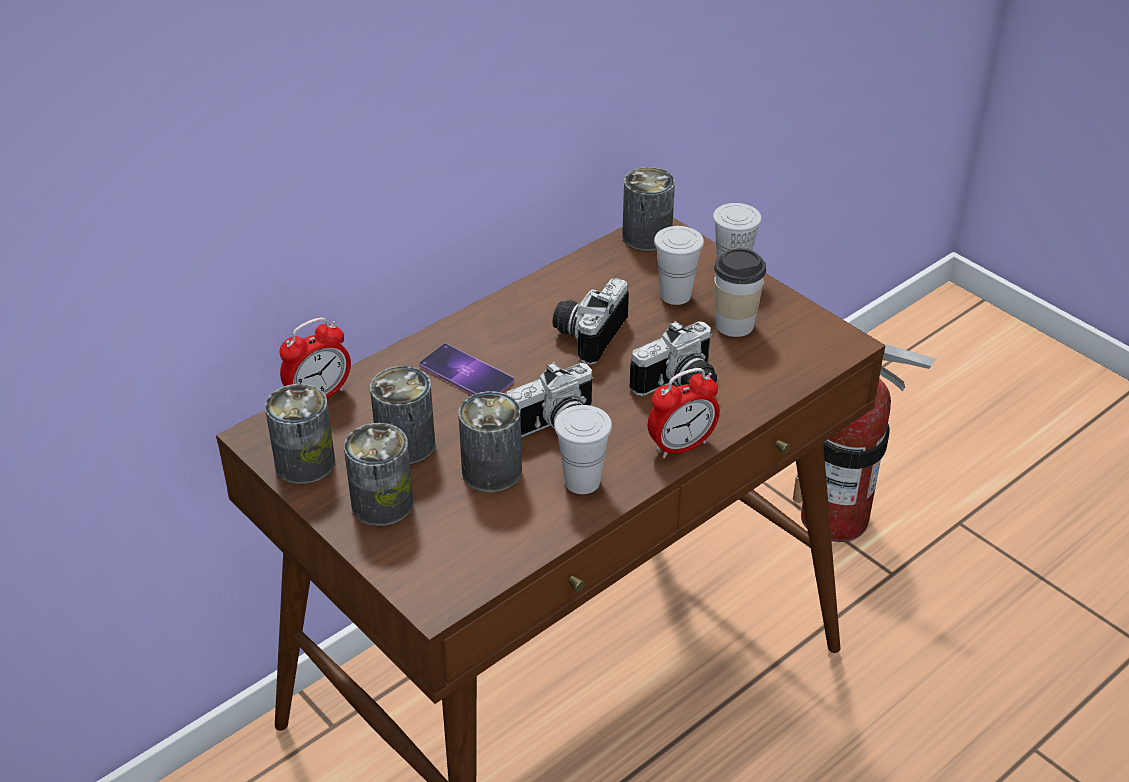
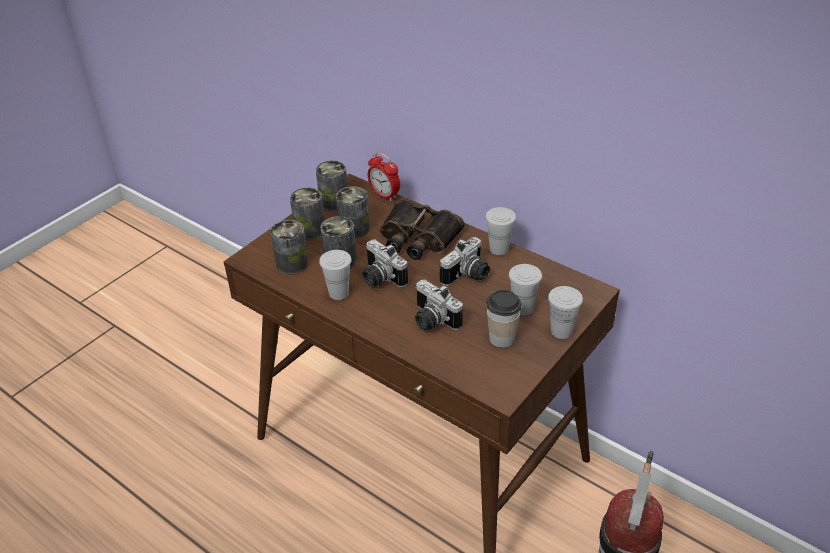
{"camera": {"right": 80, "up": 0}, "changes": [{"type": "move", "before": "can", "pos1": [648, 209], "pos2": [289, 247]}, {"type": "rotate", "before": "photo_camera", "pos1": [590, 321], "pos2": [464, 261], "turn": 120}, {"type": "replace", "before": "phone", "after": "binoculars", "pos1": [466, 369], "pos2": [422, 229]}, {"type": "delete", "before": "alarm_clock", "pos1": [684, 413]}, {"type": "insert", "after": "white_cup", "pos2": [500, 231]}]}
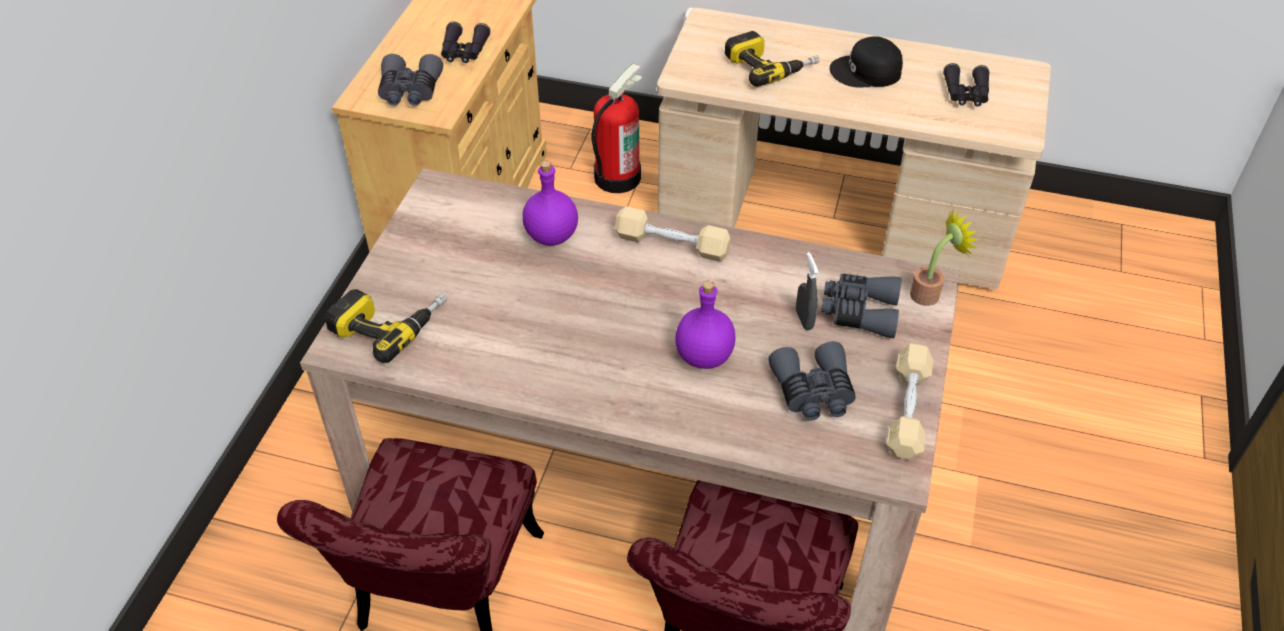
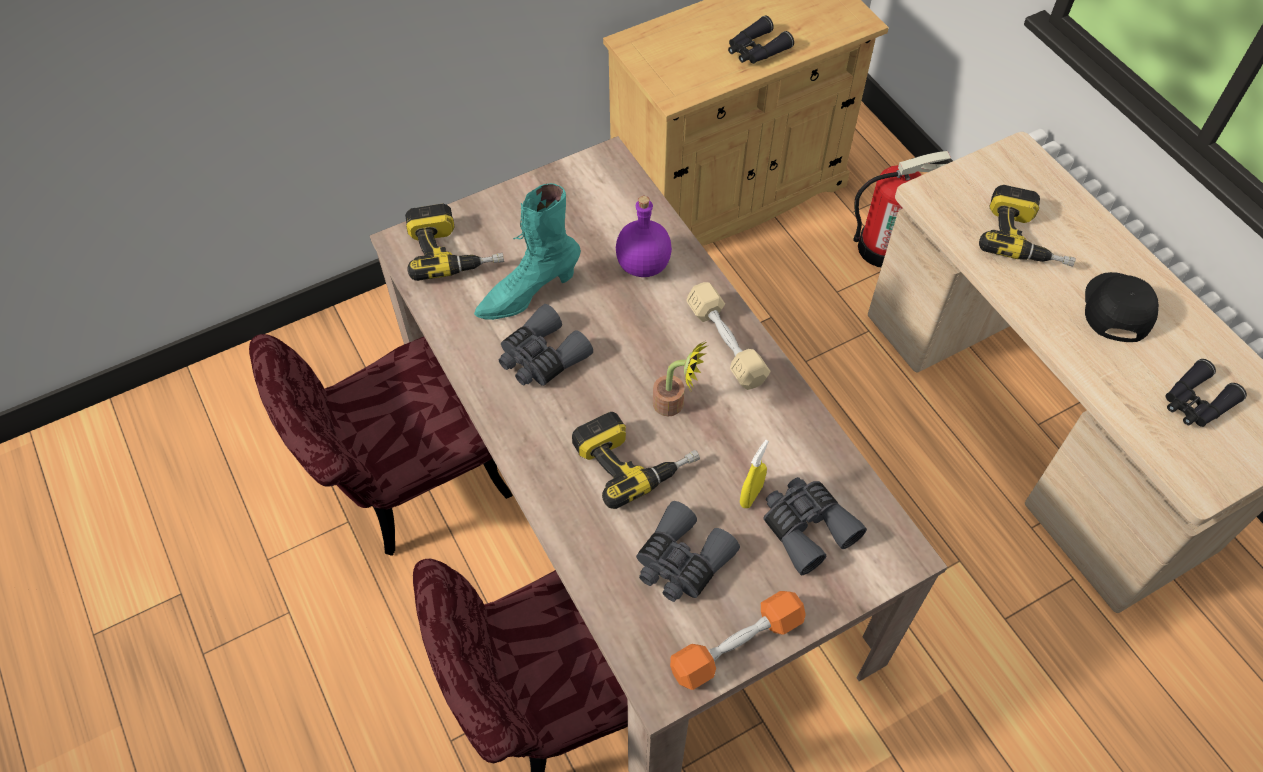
{"camera": {"right": 45, "up": 10}, "changes": [{"type": "rotate", "before": "black_cap", "pos1": [866, 62], "pos2": [1122, 307], "turn": 60}, {"type": "move", "before": "grey_binoculars", "pos1": [410, 80], "pos2": [546, 345]}, {"type": "move", "before": "potted_plant", "pos1": [944, 257], "pos2": [681, 379]}, {"type": "recolor", "before": "grey_spray_bottle", "after": "yellow_spray_bottle", "pos1": [807, 291], "pos2": [754, 474]}, {"type": "replace", "before": "purple_bottle", "after": "power_drill", "pos1": [705, 325], "pos2": [636, 460]}, {"type": "recolor", "before": "beige_dumbbell", "after": "orange_dumbbell", "pos1": [909, 401], "pos2": [738, 640]}, {"type": "insert", "after": "turquoise_boot", "pos2": [527, 251]}]}
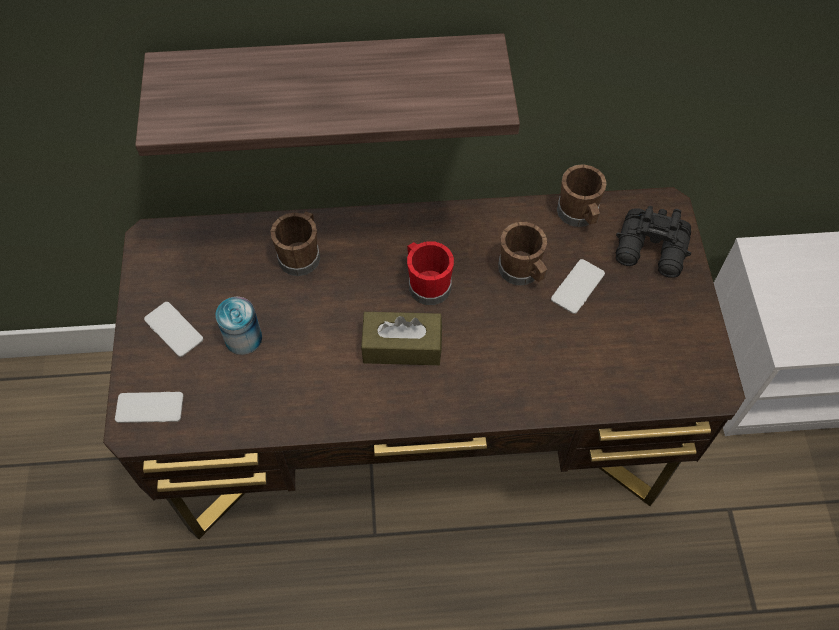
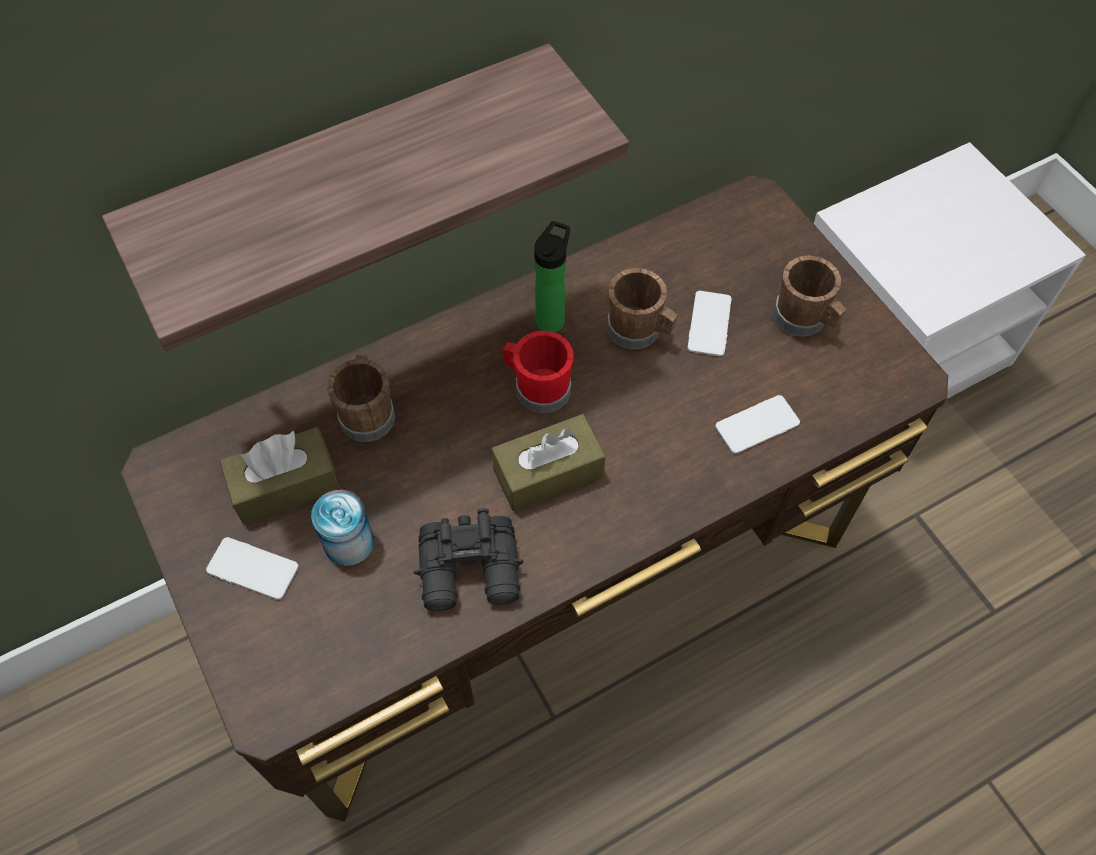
{"camera": {"right": -25, "up": 0}, "changes": [{"type": "move", "before": "brown_mug", "pos1": [582, 195], "pos2": [809, 296]}, {"type": "move", "before": "black_binoculars", "pos1": [653, 242], "pos2": [469, 559]}, {"type": "move", "before": "phone", "pos1": [149, 407], "pos2": [757, 424]}, {"type": "insert", "after": "bottle", "pos2": [552, 277]}, {"type": "insert", "after": "brown_tissue_box", "pos2": [279, 475]}]}
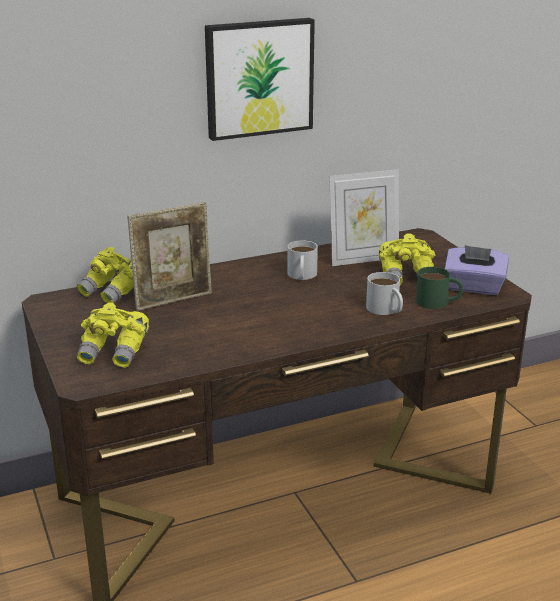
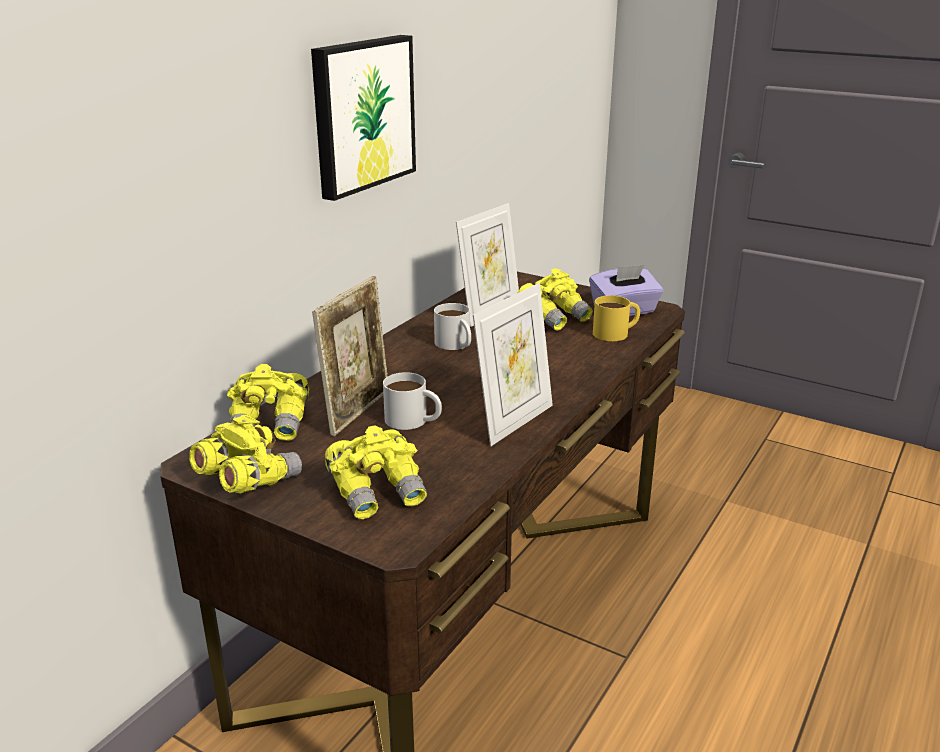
{"camera": {"right": -35, "up": 0}, "changes": [{"type": "recolor", "before": "green_mug", "after": "yellow_mug", "pos1": [439, 288], "pos2": [616, 318]}, {"type": "move", "before": "white_mug", "pos1": [384, 293], "pos2": [412, 401]}, {"type": "insert", "after": "picture_frame", "pos2": [513, 364]}, {"type": "insert", "after": "yellow_binoculars", "pos2": [245, 453]}]}
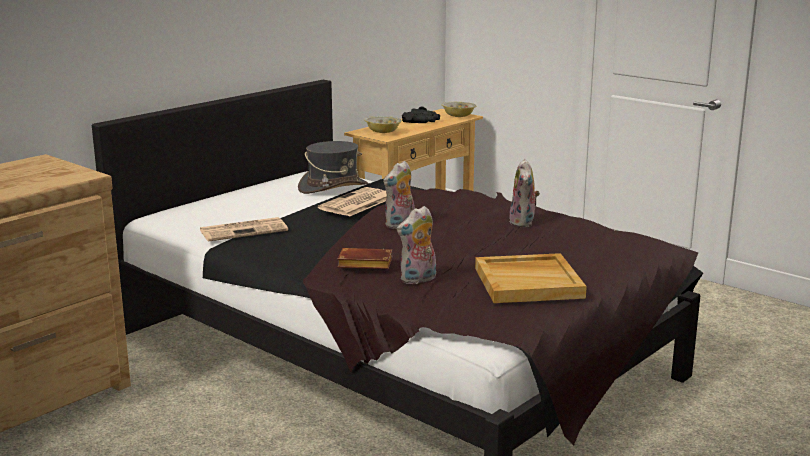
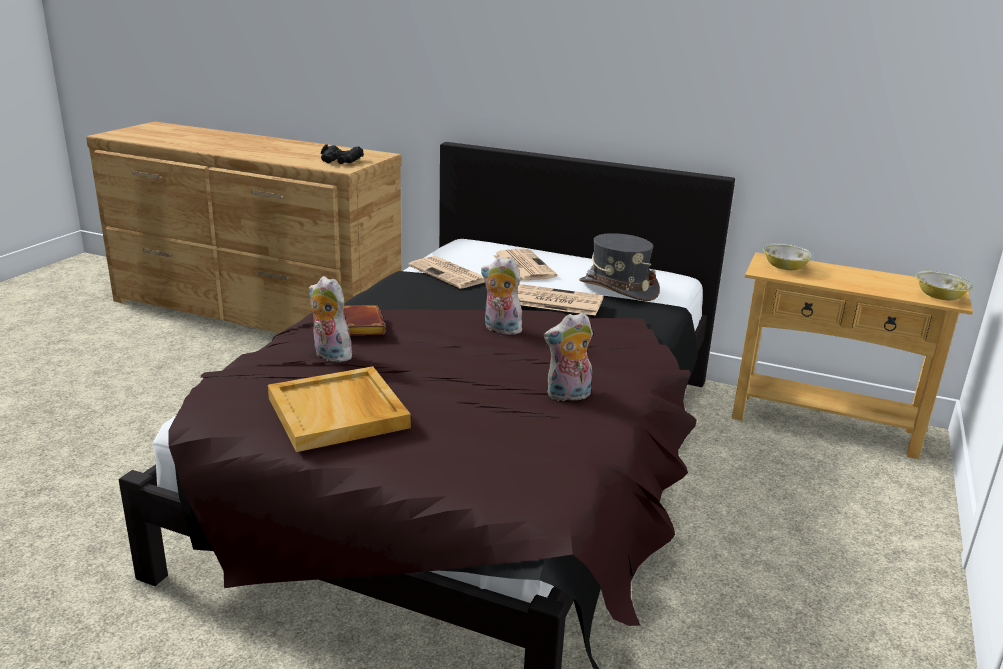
{"camera": {"right": 70, "up": 5}, "changes": [{"type": "move", "before": "black_binoculars", "pos1": [421, 114], "pos2": [342, 154]}, {"type": "insert", "after": "newspaper", "pos2": [525, 264]}]}
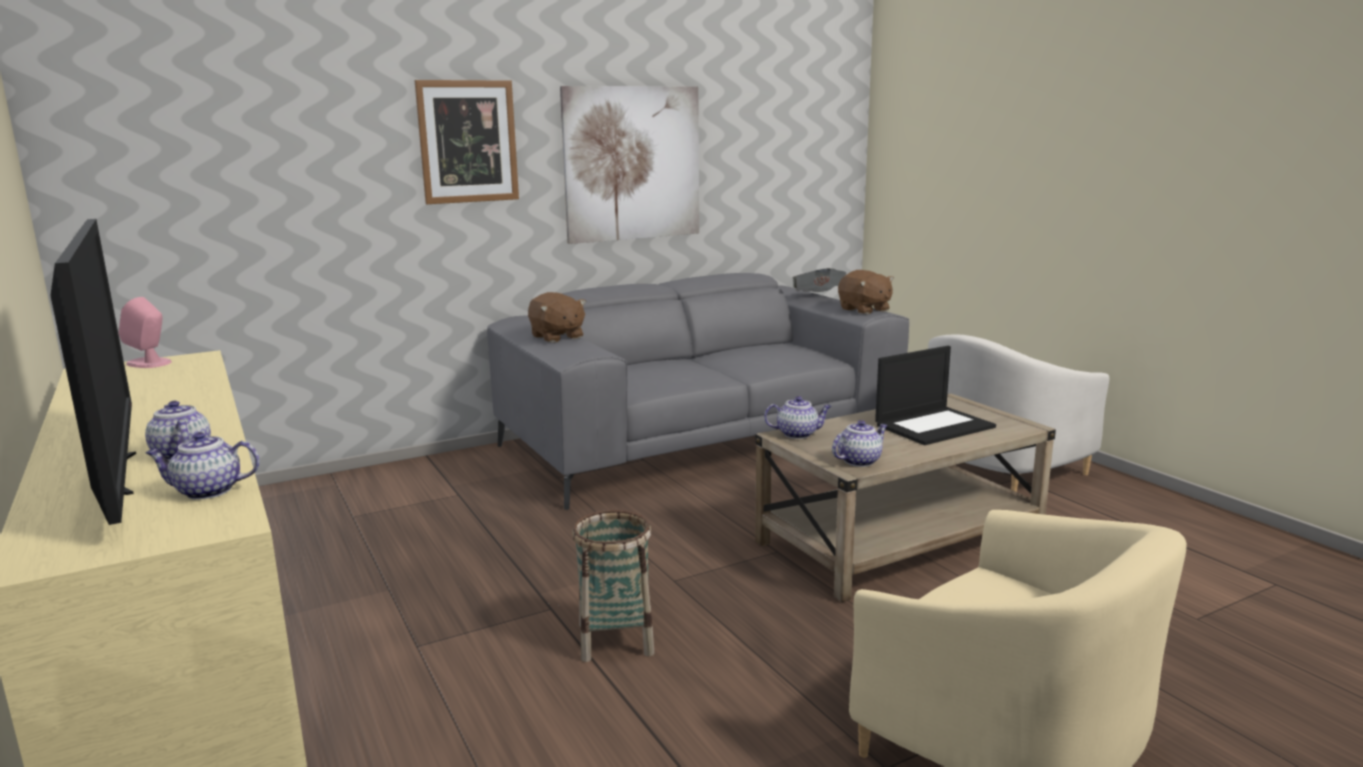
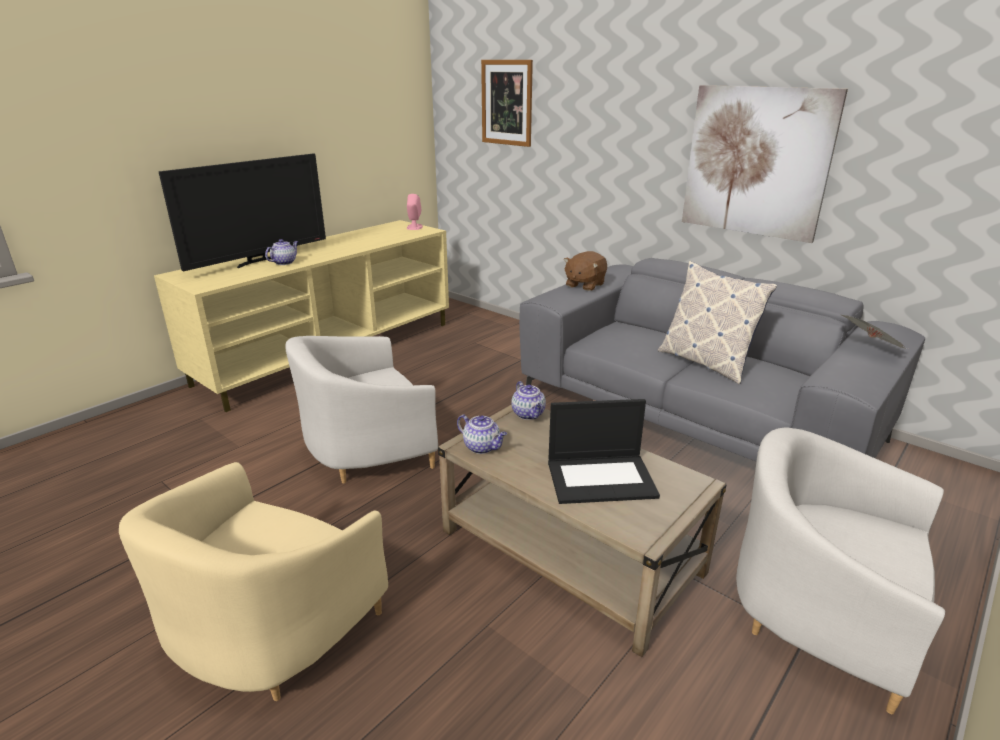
{"camera": {"right": 70, "up": 10}, "changes": [{"type": "move", "before": "picture", "pos1": [466, 142], "pos2": [507, 103]}, {"type": "delete", "before": "brown_plush_toy", "pos1": [866, 292]}, {"type": "rotate", "before": "laptop", "pos1": [935, 395], "pos2": [604, 451], "turn": -45}, {"type": "delete", "before": "teapot", "pos1": [202, 466]}, {"type": "replace", "before": "basket", "after": "white_armchair", "pos1": [613, 586], "pos2": [361, 409]}, {"type": "insert", "after": "pillow", "pos2": [717, 322]}]}
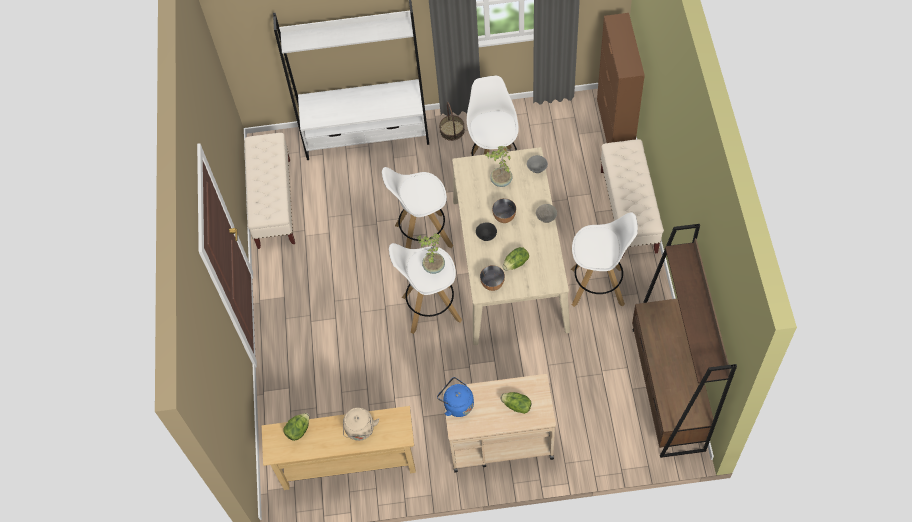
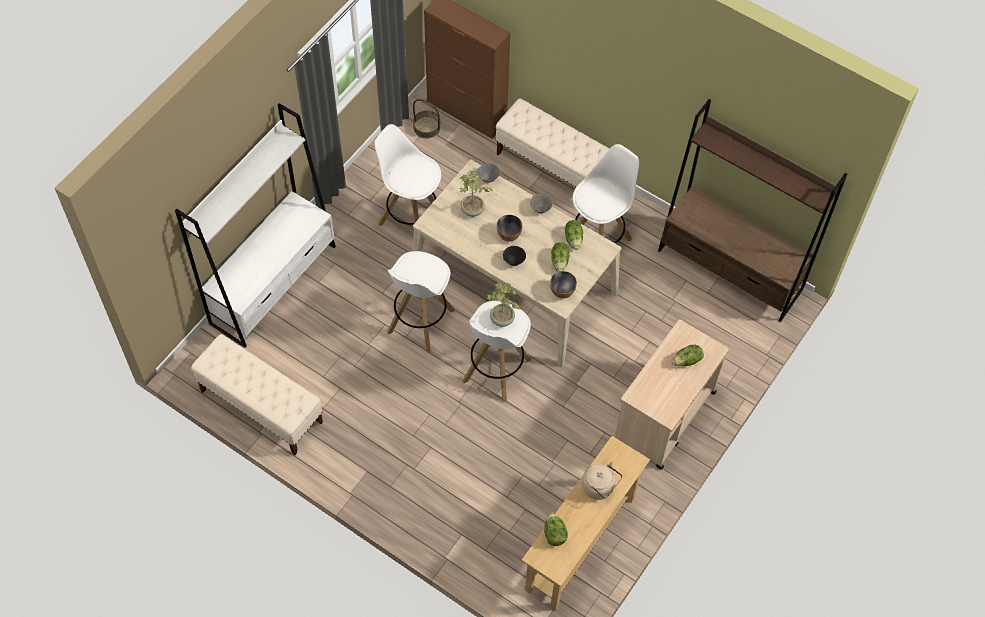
{"camera": {"right": -55, "up": 0}, "changes": [{"type": "move", "before": "basket", "pos1": [452, 121], "pos2": [427, 118]}, {"type": "delete", "before": "blue_kettle", "pos1": [455, 397]}, {"type": "insert", "after": "lettuce", "pos2": [574, 235]}]}
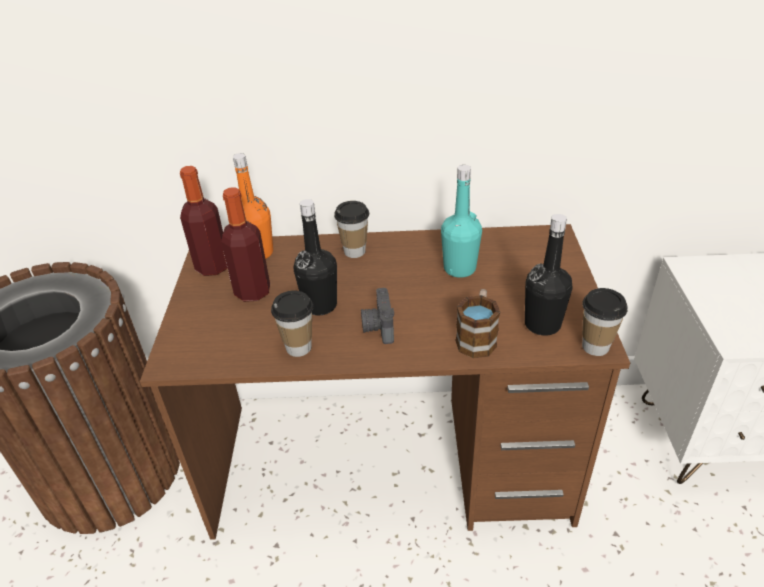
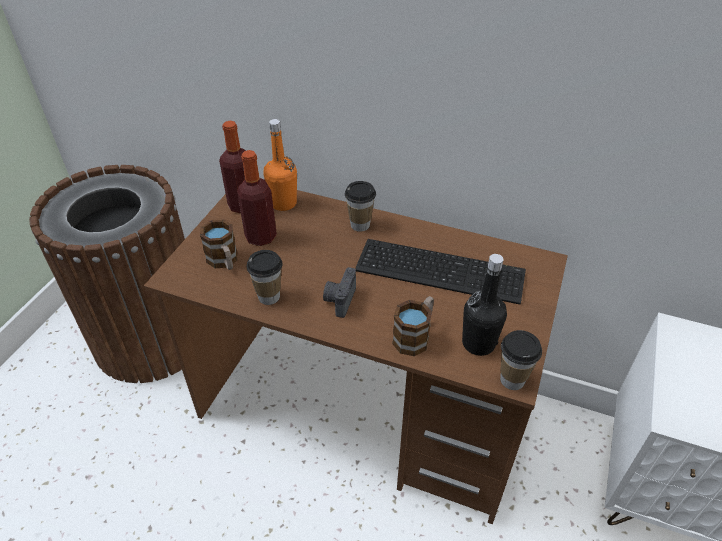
{"camera": {"right": 20, "up": 5}, "changes": [{"type": "replace", "before": "turquoise_bottle", "after": "keyboard", "pos1": [461, 221], "pos2": [440, 271]}, {"type": "delete", "before": "black_bottle", "pos1": [315, 257]}, {"type": "insert", "after": "mug", "pos2": [219, 245]}]}
